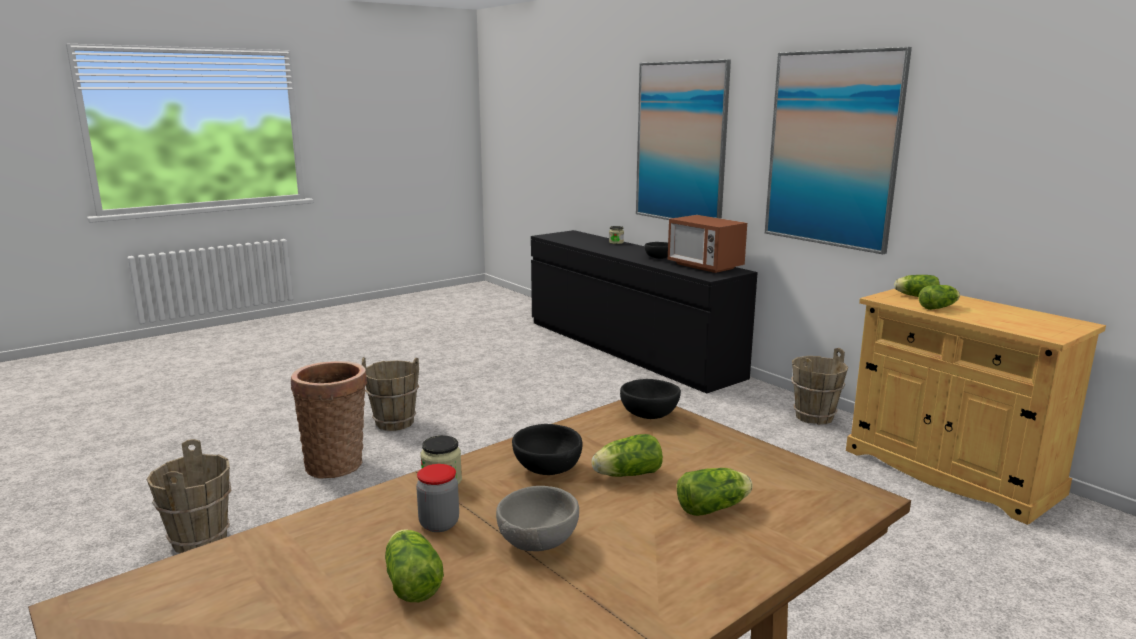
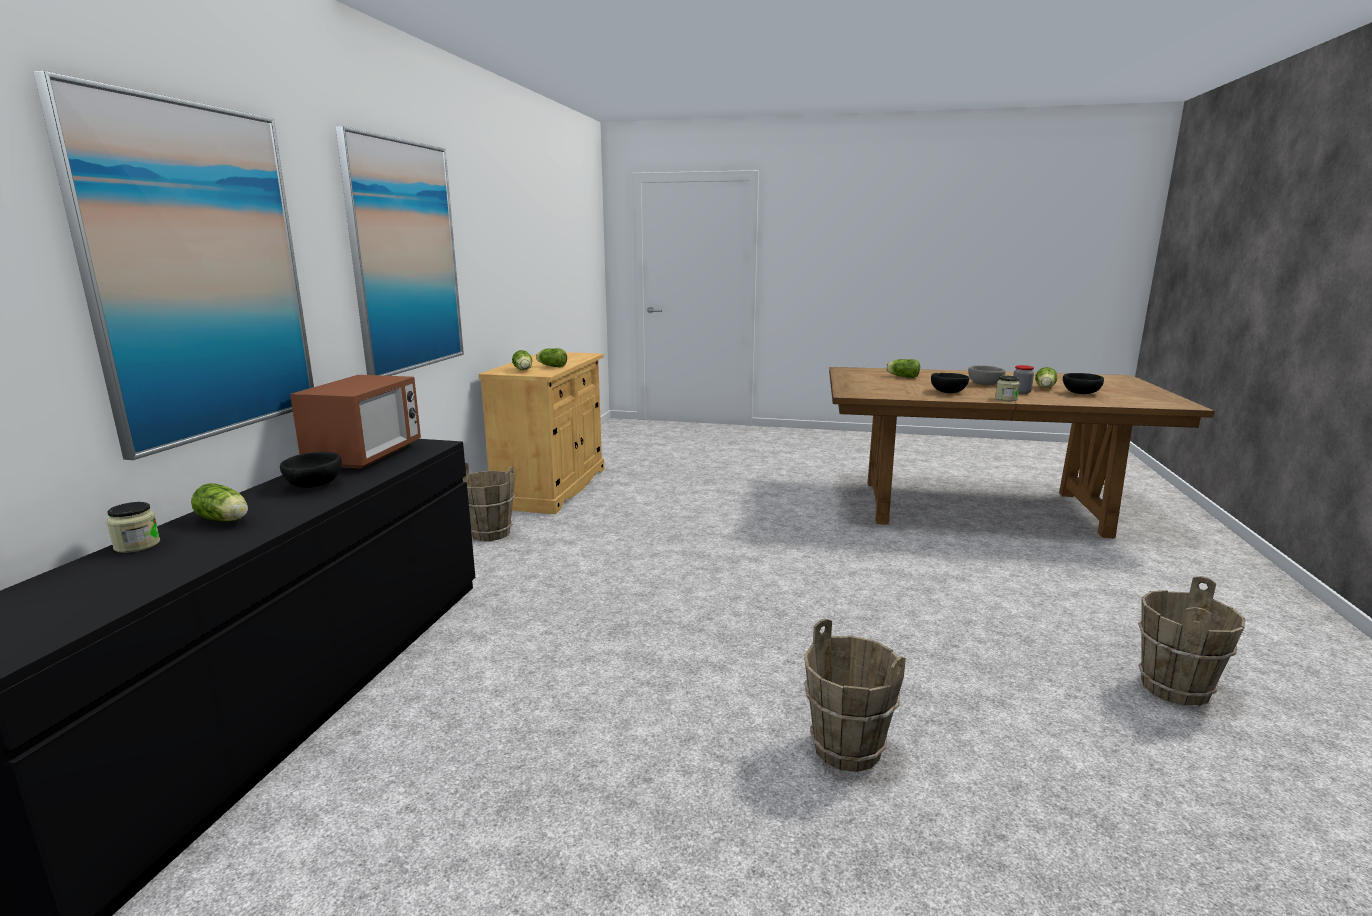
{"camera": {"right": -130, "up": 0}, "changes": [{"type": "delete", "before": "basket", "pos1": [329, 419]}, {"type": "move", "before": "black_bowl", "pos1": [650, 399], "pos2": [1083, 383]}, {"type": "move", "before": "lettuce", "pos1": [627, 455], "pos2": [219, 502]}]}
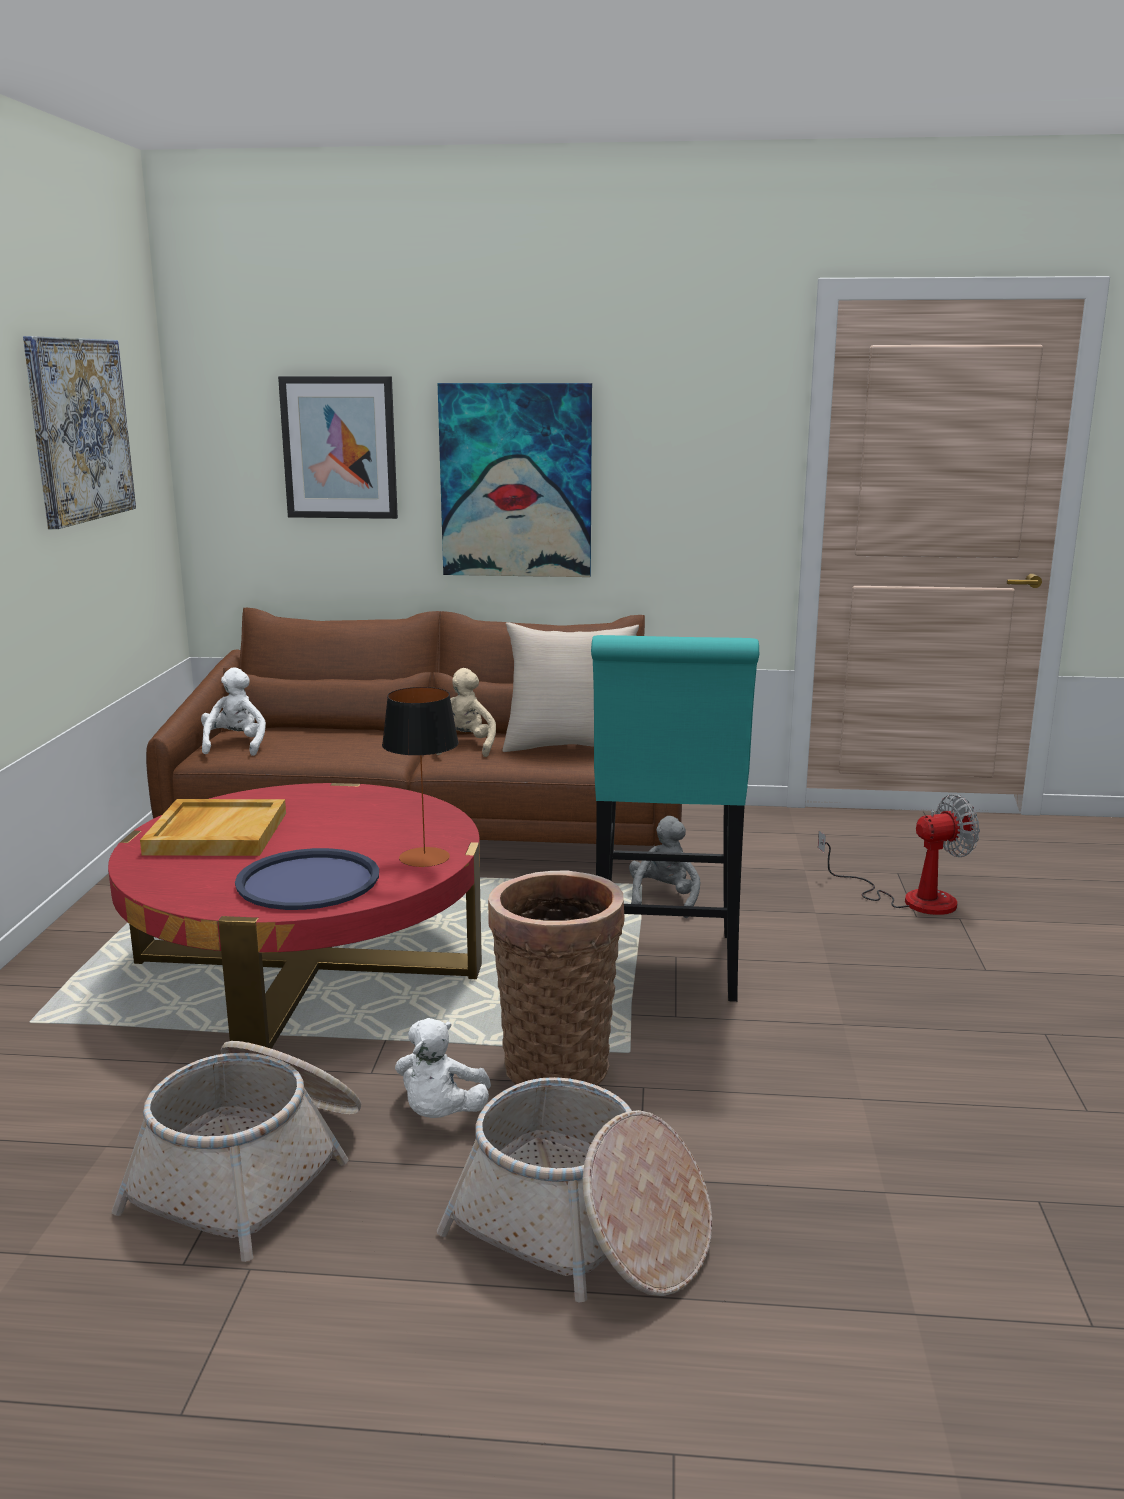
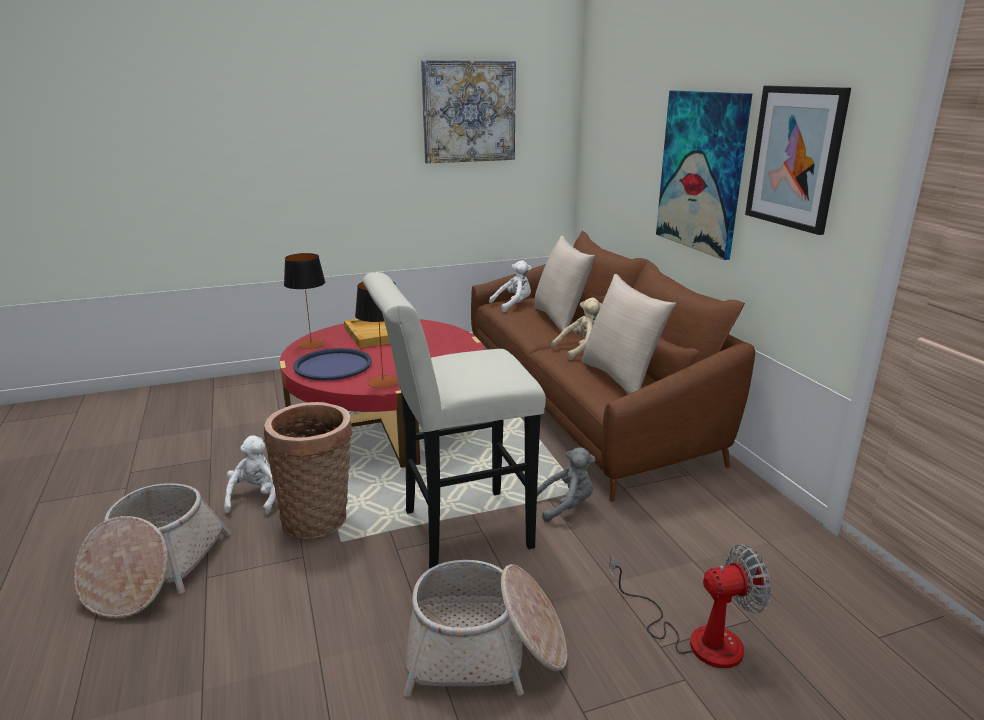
{"camera": {"right": 65, "up": 5}, "changes": [{"type": "move", "before": "picture", "pos1": [338, 447], "pos2": [798, 160]}, {"type": "recolor", "before": "turquoise_stool", "after": "white_stool", "pos1": [675, 818], "pos2": [454, 420]}, {"type": "rotate", "before": "fan", "pos1": [899, 854], "pos2": [690, 606], "turn": -60}, {"type": "rotate", "before": "white_plush_toy", "pos1": [443, 1068], "pos2": [250, 475], "turn": 105}, {"type": "move", "before": "basket", "pos1": [236, 1151], "pos2": [485, 628]}, {"type": "insert", "after": "beige_pillow", "pos2": [565, 284]}, {"type": "insert", "after": "table_lamp", "pos2": [304, 301]}]}
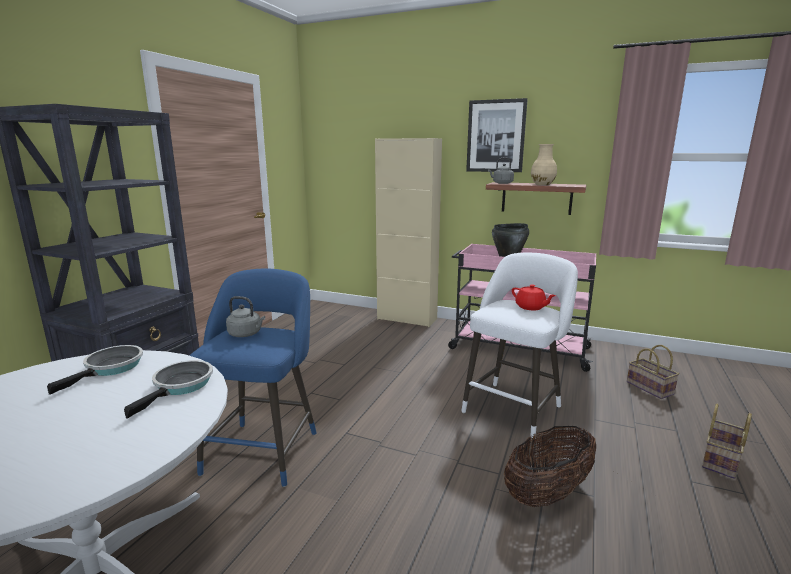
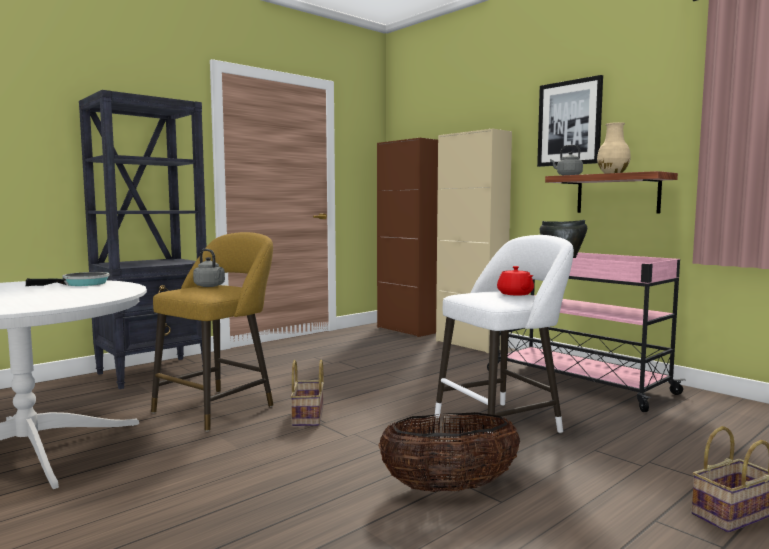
{"camera": {"right": 25, "up": -10}, "changes": [{"type": "recolor", "before": "blue_stool", "after": "yellow_stool", "pos1": [253, 377], "pos2": [212, 332]}, {"type": "move", "before": "basket", "pos1": [653, 372], "pos2": [307, 393]}, {"type": "delete", "before": "frying_pan", "pos1": [168, 389]}, {"type": "insert", "after": "brown_cabinet", "pos2": [407, 237]}]}
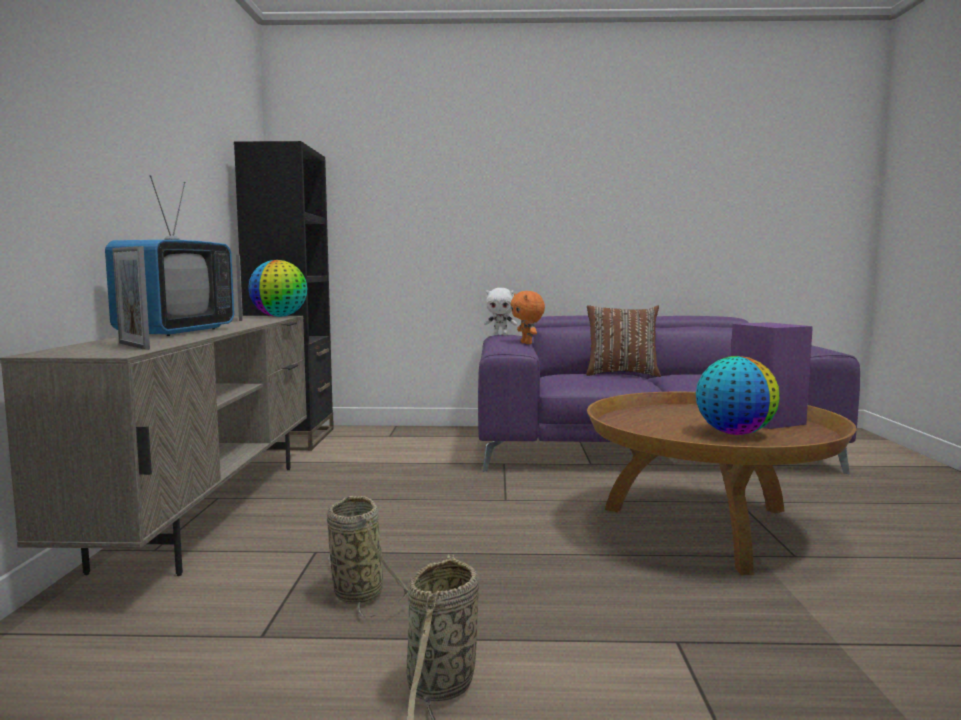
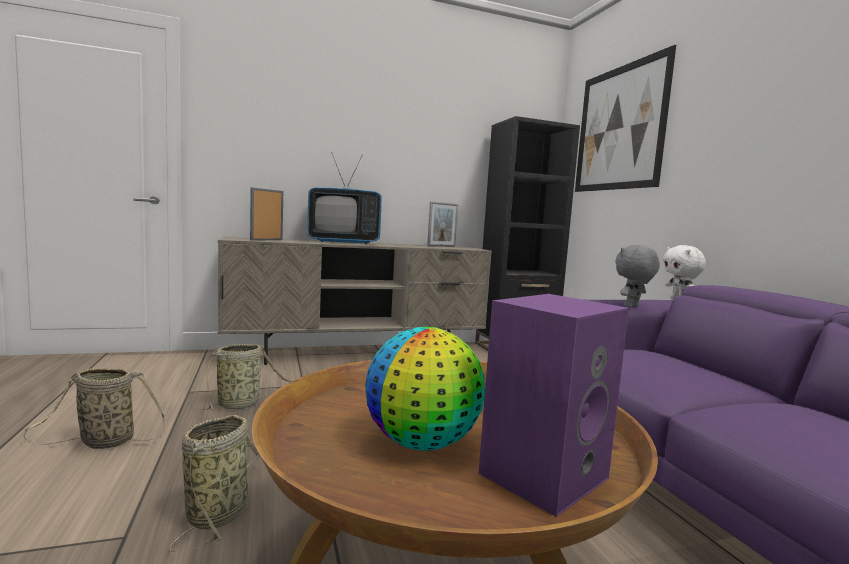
{"camera": {"right": 70, "up": 0}, "changes": [{"type": "delete", "before": "globe", "pos1": [277, 288]}, {"type": "recolor", "before": "orange_plush_toy", "after": "grey_plush_toy", "pos1": [527, 317], "pos2": [637, 276]}, {"type": "delete", "before": "brown_pillow", "pos1": [623, 341]}, {"type": "insert", "after": "picture", "pos2": [625, 118]}, {"type": "insert", "after": "basket", "pos2": [215, 483]}]}
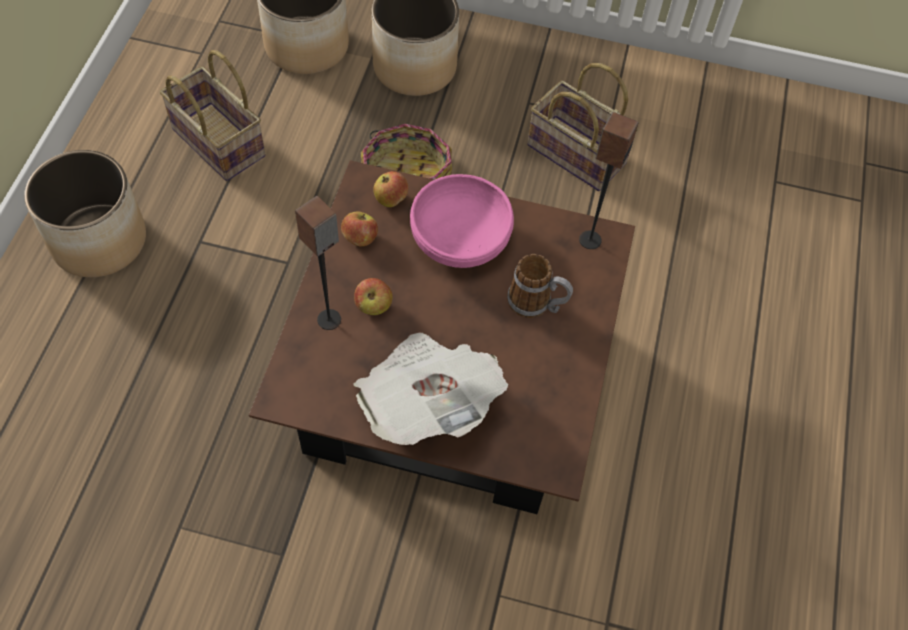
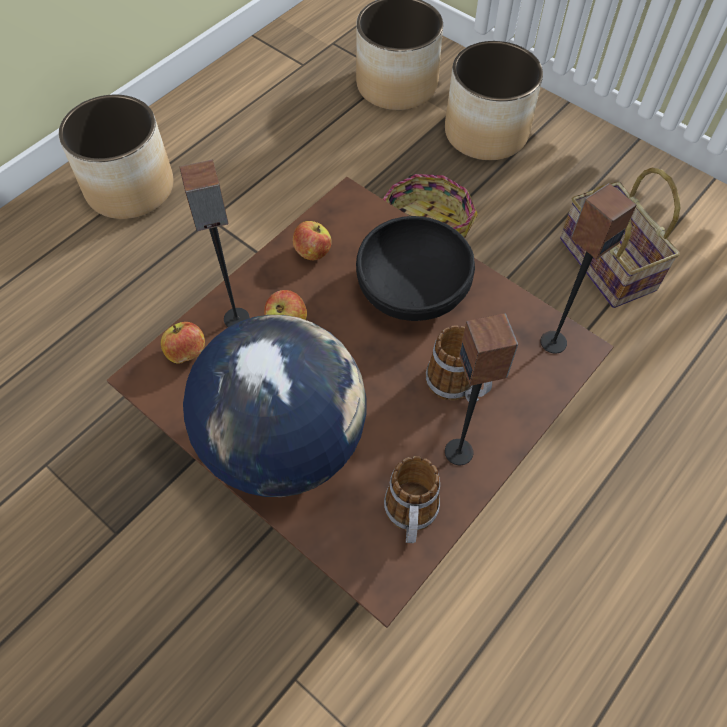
{"camera": {"right": 30, "up": 0}, "changes": [{"type": "delete", "before": "basket", "pos1": [212, 115]}, {"type": "move", "before": "apple", "pos1": [390, 189], "pos2": [183, 343]}, {"type": "recolor", "before": "pink_bowl", "after": "black_bowl", "pos1": [462, 221], "pos2": [415, 268]}, {"type": "replace", "before": "newspaper", "after": "globe", "pos1": [430, 389], "pos2": [275, 406]}, {"type": "insert", "after": "speaker", "pos2": [481, 389]}, {"type": "insert", "after": "mug", "pos2": [412, 499]}]}
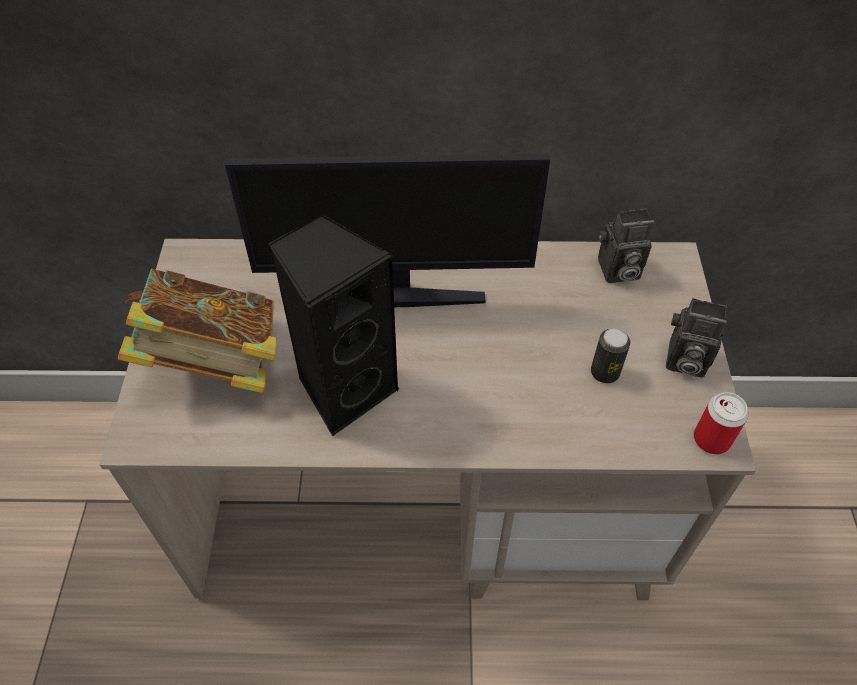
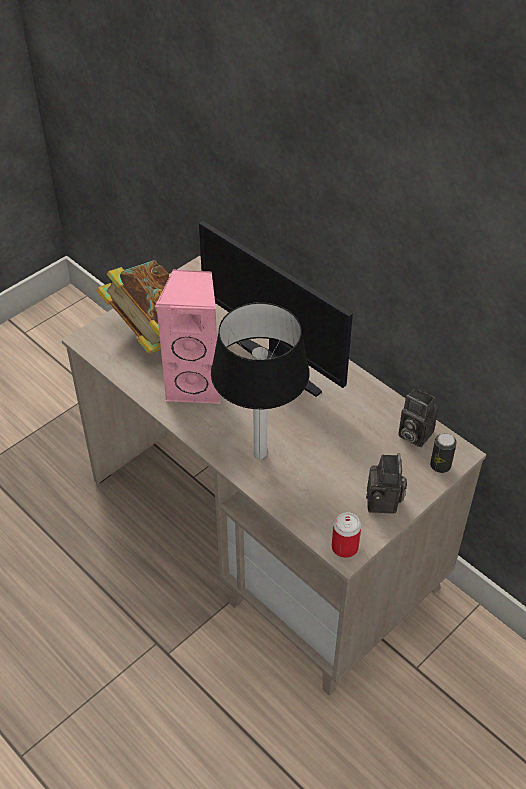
{"camera": {"right": 45, "up": -5}, "changes": [{"type": "recolor", "before": "black_speaker", "after": "pink_speaker", "pos1": [334, 324], "pos2": [187, 336]}, {"type": "rotate", "before": "photo_camera", "pos1": [696, 338], "pos2": [386, 483], "turn": -150}, {"type": "move", "before": "can", "pos1": [610, 355], "pos2": [443, 453]}, {"type": "insert", "after": "table_lamp", "pos2": [260, 380]}]}
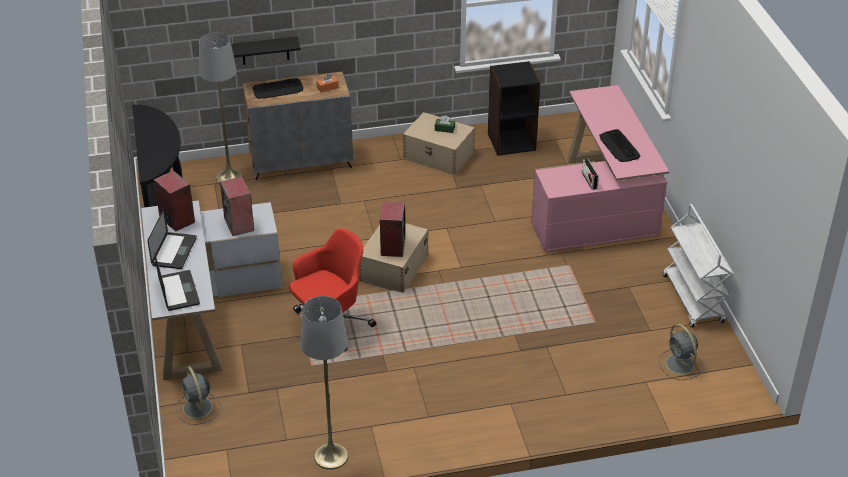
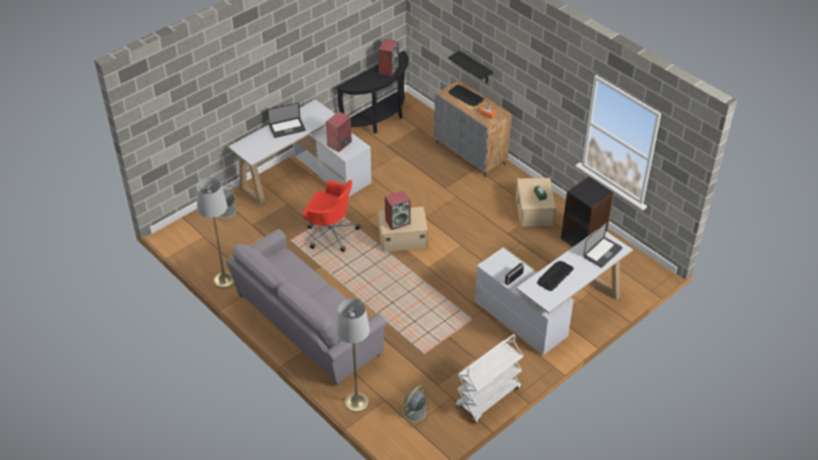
{"camera": {"right": 60, "up": 5}, "changes": [{"type": "move", "before": "grey_floor_lamp", "pos1": [221, 108], "pos2": [353, 355]}, {"type": "recolor", "before": "pink_desk", "after": "white_desk", "pos1": [600, 168], "pos2": [554, 292]}, {"type": "move", "before": "speaker", "pos1": [174, 201], "pos2": [388, 57]}, {"type": "move", "before": "laptop", "pos1": [177, 282], "pos2": [603, 245]}, {"type": "insert", "after": "grey_sofa", "pos2": [306, 307]}]}
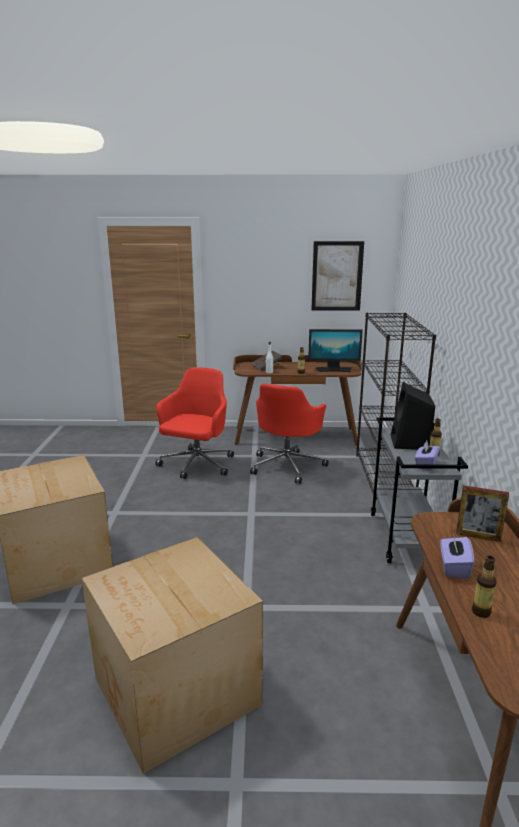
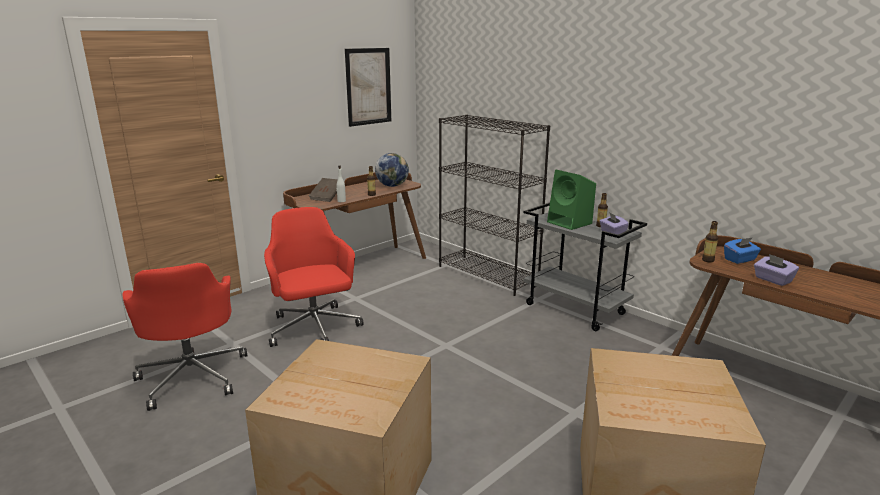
{"camera": {"right": -45, "up": 0}, "changes": [{"type": "replace", "before": "monitor", "after": "globe", "pos1": [335, 350], "pos2": [392, 170]}, {"type": "recolor", "before": "black_speaker", "after": "green_speaker", "pos1": [413, 416], "pos2": [571, 200]}, {"type": "move", "before": "red_office_chair", "pos1": [289, 433], "pos2": [184, 337]}, {"type": "replace", "before": "picture_frame", "after": "blue_tissue_box", "pos1": [482, 513], "pos2": [742, 250]}, {"type": "move", "before": "bottle", "pos1": [484, 587], "pos2": [710, 241]}]}
